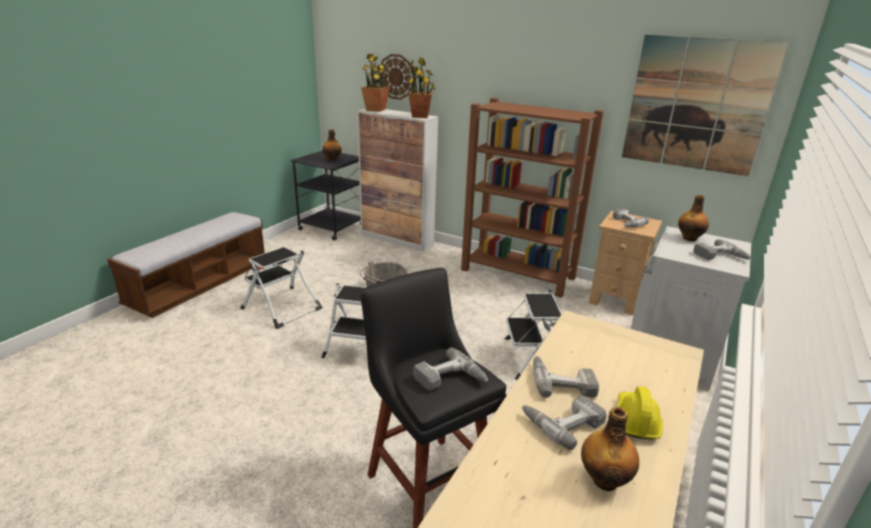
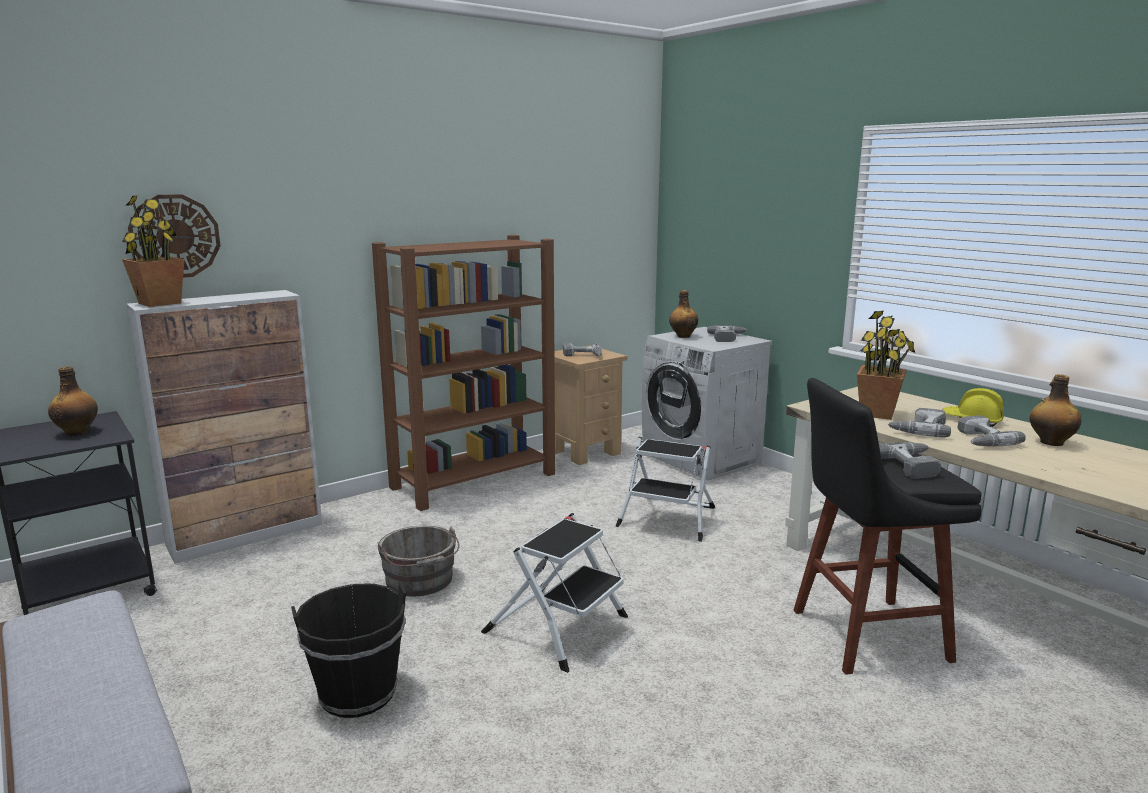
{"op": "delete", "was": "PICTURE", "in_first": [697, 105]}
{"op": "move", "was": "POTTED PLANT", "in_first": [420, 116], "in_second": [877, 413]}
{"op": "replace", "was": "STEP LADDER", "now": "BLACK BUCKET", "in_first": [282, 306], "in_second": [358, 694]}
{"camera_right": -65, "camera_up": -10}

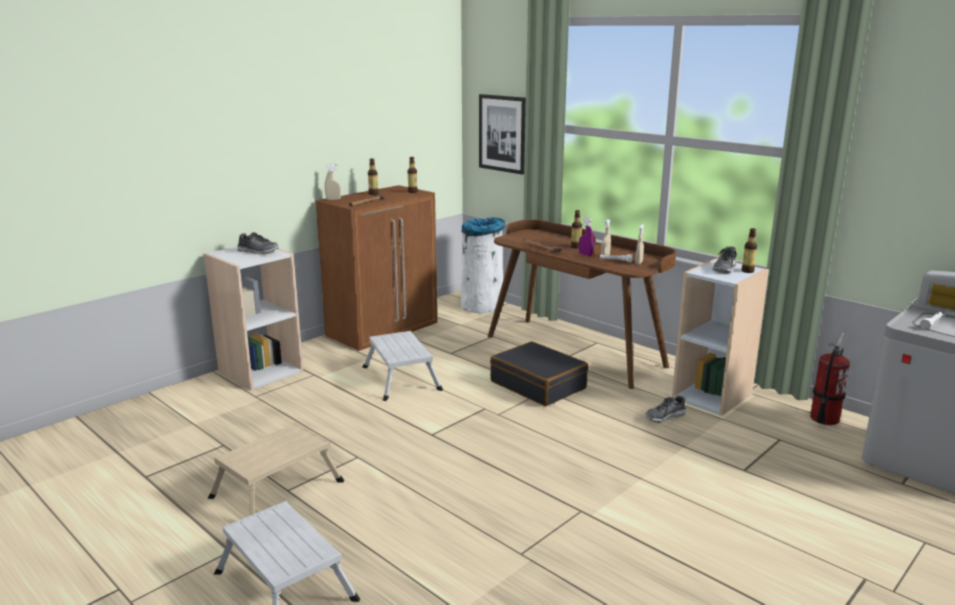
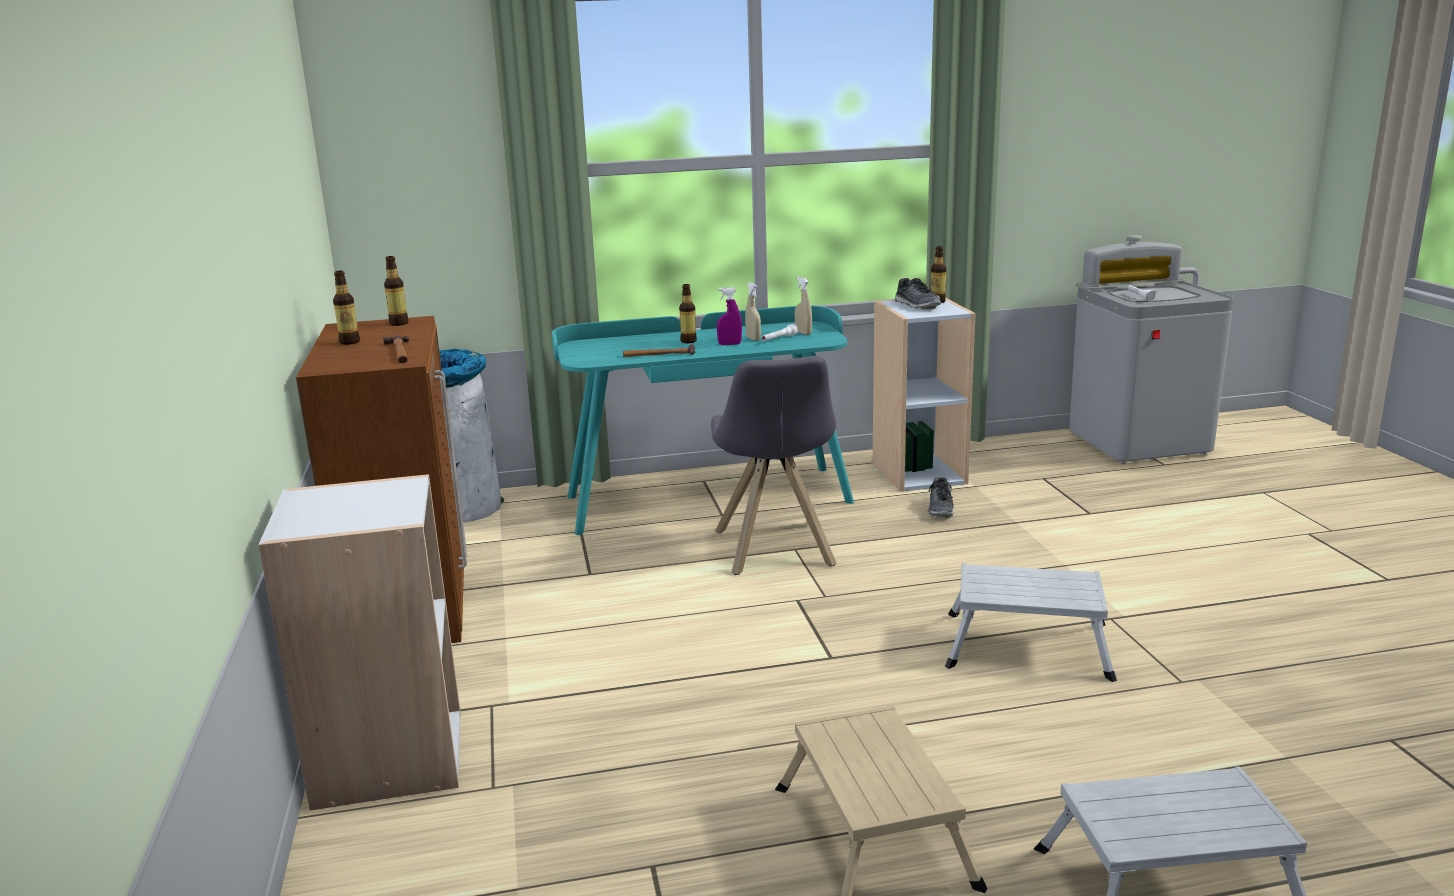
{"op": "delete", "was": "SHOE", "in_first": [258, 252]}
{"op": "delete", "was": "BEIGE SPRAY BOTTLE", "in_first": [333, 199]}
{"op": "delete", "was": "PICTURE", "in_first": [503, 133]}
{"op": "delete", "was": "FIRE EXTINGUISHER", "in_first": [824, 418]}
{"op": "move", "was": "WHITE STEP LADDER", "in_first": [401, 378], "in_second": [1028, 645]}
{"op": "replace", "was": "BLACK SUITCASE", "now": "GREY CHAIR", "in_first": [538, 385], "in_second": [775, 548]}
{"op": "recolor", "was": "BROWN DESK", "now": "TURQUOISE DESK", "in_first": [575, 350], "in_second": [707, 498]}
{"camera_right": -55, "camera_up": 0}

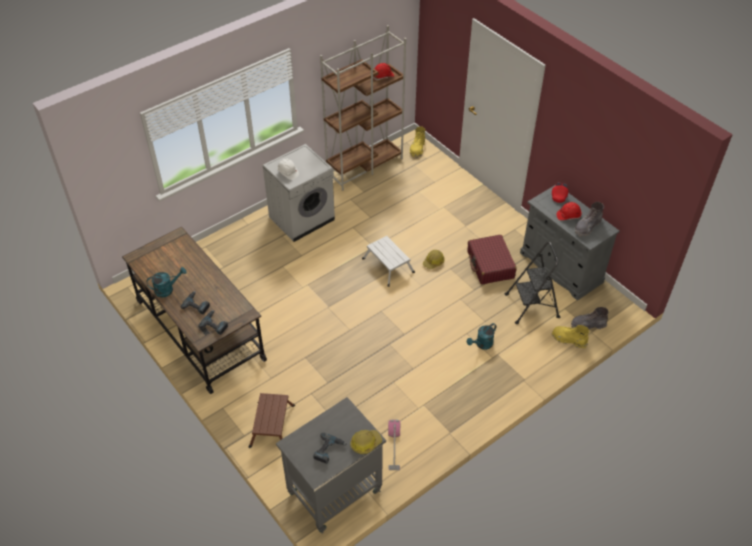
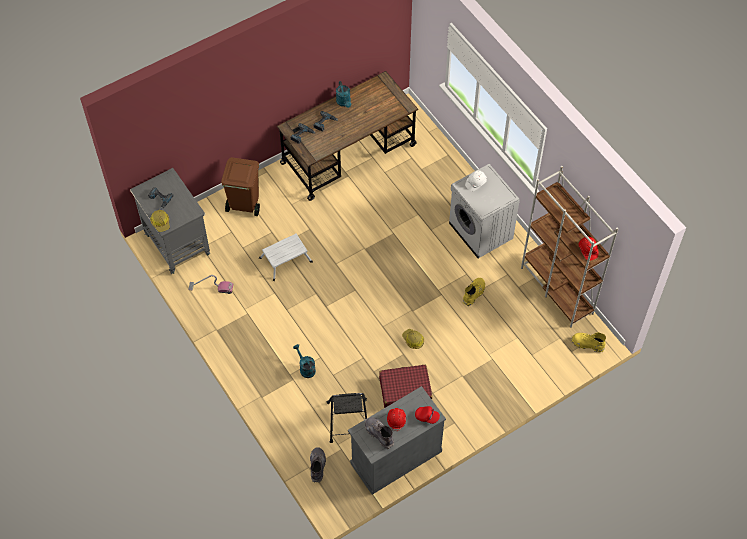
{"op": "move", "was": "WHITE STEP LADDER", "in_first": [388, 265], "in_second": [285, 260]}
{"op": "move", "was": "YELLOW BOOT", "in_first": [569, 339], "in_second": [474, 293]}
{"op": "replace", "was": "BROWN STEP LADDER", "now": "BROWN TRASH CAN", "in_first": [272, 426], "in_second": [244, 204]}
{"camera_right": 95, "camera_up": 10}

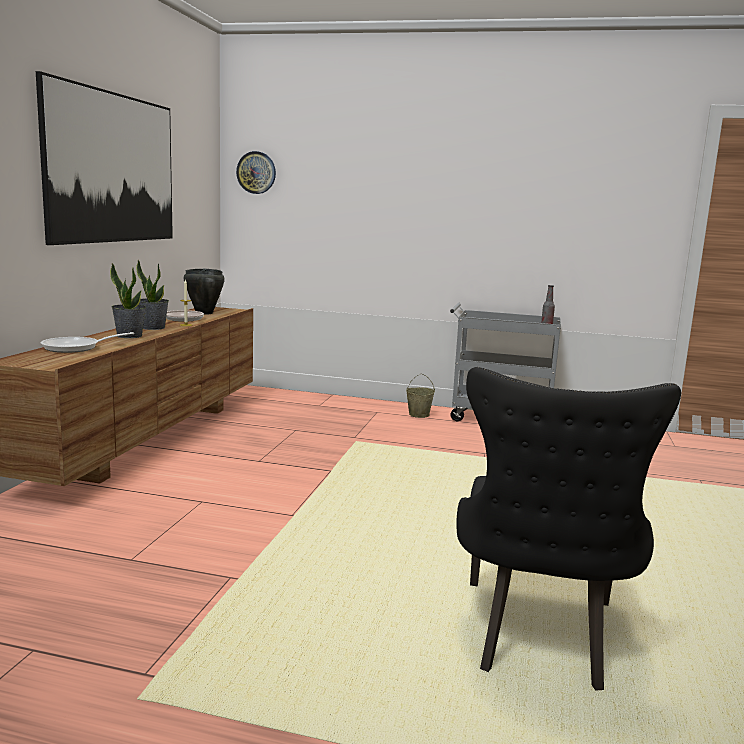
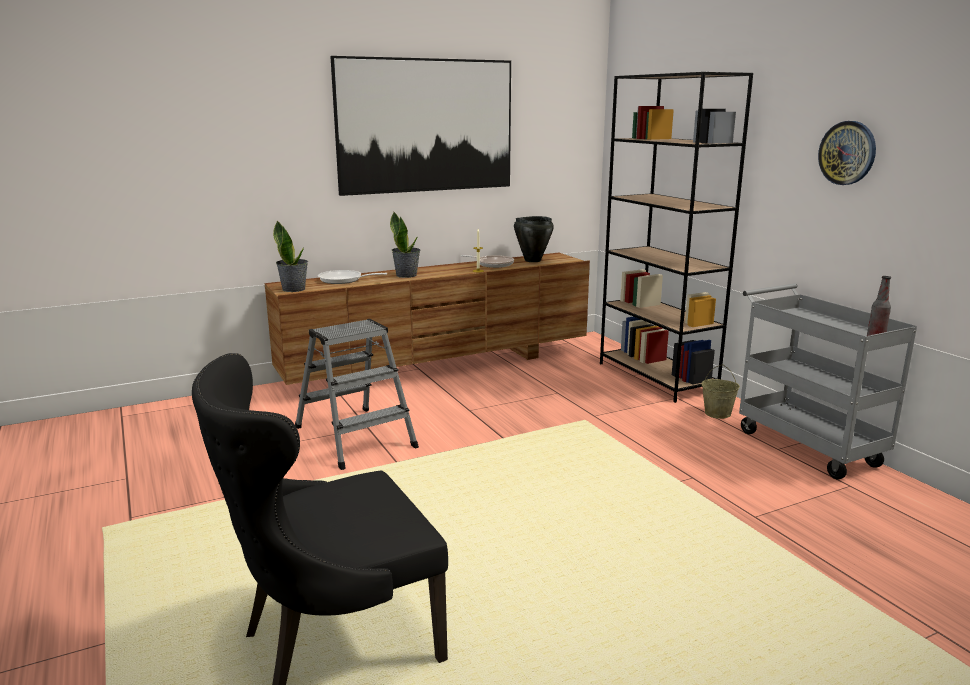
{"op": "insert", "now": "GREY STEP LADDER", "in_second": [354, 436]}
{"op": "insert", "now": "BEIGE BOOKCASE", "in_second": [657, 377]}
{"op": "move", "was": "POTTED PLANT", "in_first": [153, 327], "in_second": [294, 289]}
{"op": "move", "was": "WALL CLOCK", "in_first": [256, 172], "in_second": [847, 153]}
{"camera_right": 50, "camera_up": 5}

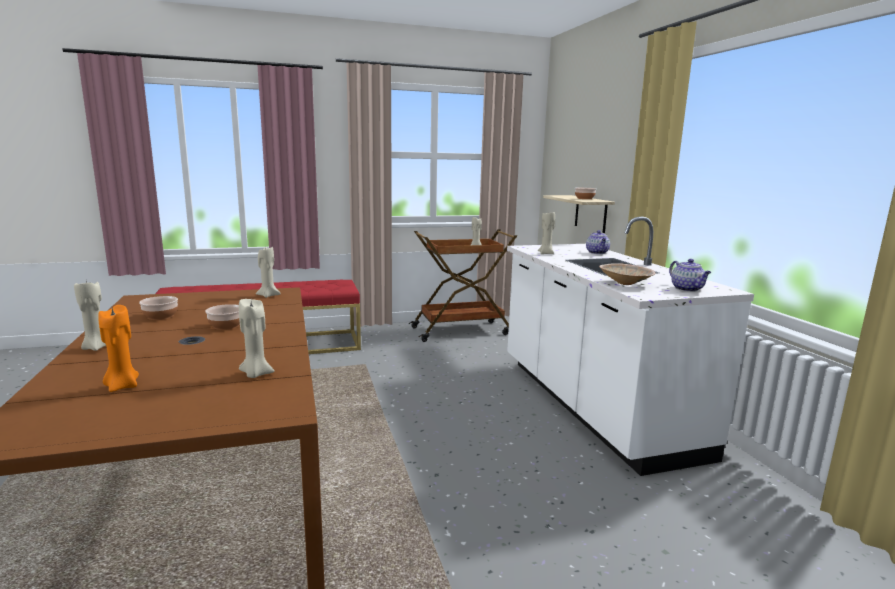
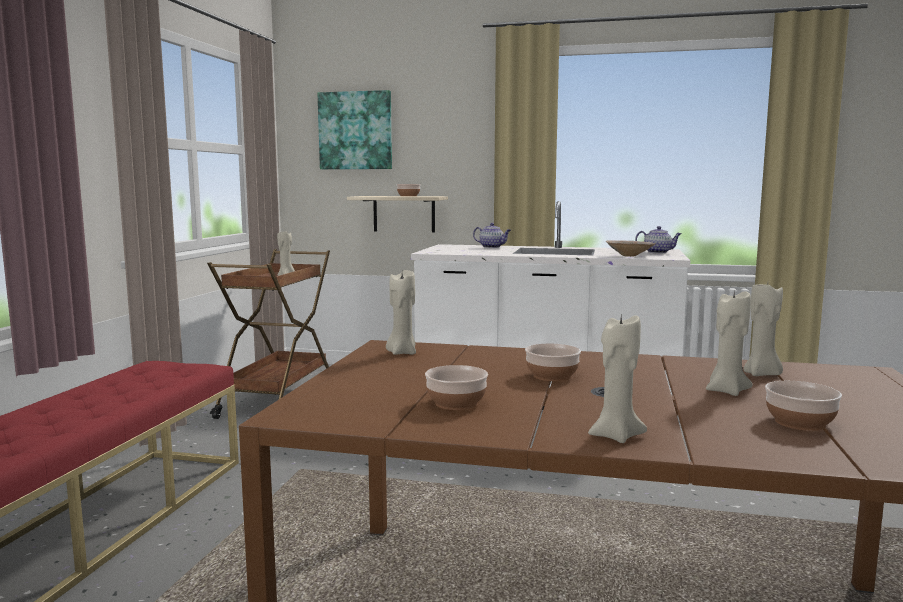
{"op": "insert", "now": "PICTURE", "in_second": [355, 131]}
{"op": "move", "was": "BEIGE CANDLE", "in_first": [546, 253], "in_second": [726, 391]}
{"op": "replace", "was": "ORANGE CANDLE", "now": "BOWL", "in_first": [122, 386], "in_second": [799, 422]}
{"camera_right": -60, "camera_up": -5}

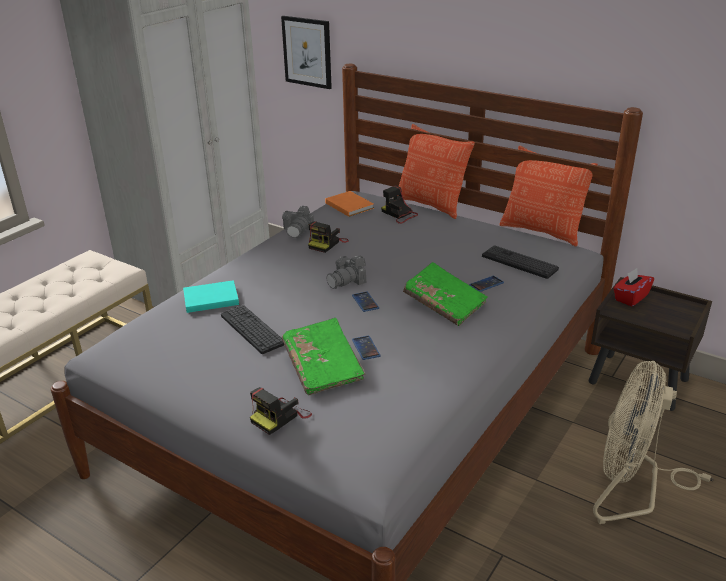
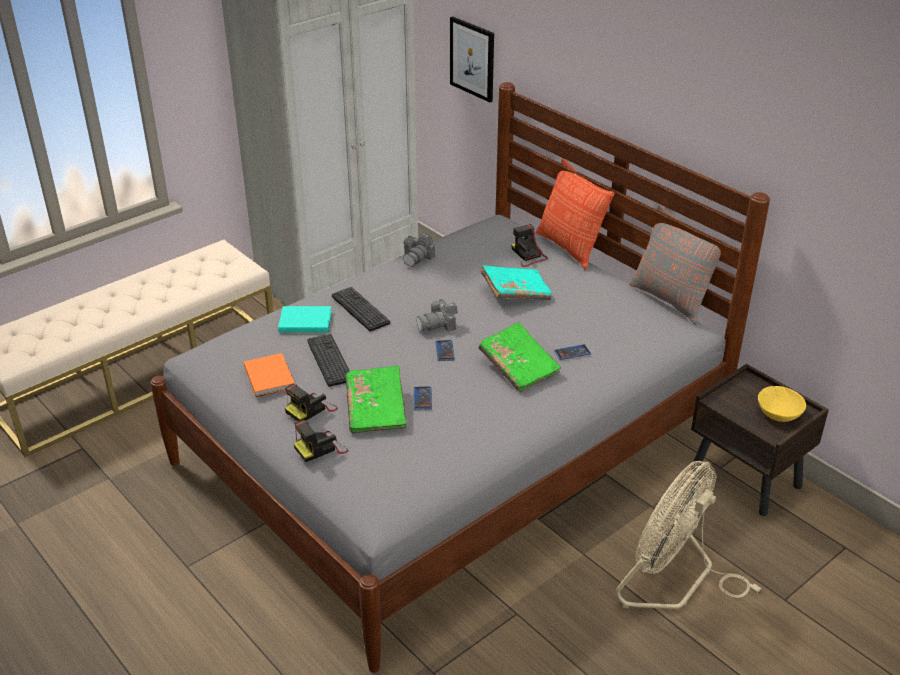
{"op": "delete", "was": "RED TISSUE BOX", "in_first": [630, 298]}
{"op": "insert", "now": "TURQUOISE BOOK", "in_second": [515, 293]}
{"op": "insert", "now": "YELLOW BOWL", "in_second": [779, 414]}
{"op": "move", "was": "PHOTO CAMERA", "in_first": [327, 244], "in_second": [311, 409]}
{"op": "move", "was": "ORANGE BOOK", "in_first": [349, 205], "in_second": [270, 376]}
{"op": "move", "was": "KEYBOARD", "in_first": [519, 263], "in_second": [360, 309]}
{"op": "recolor", "was": "ORANGE PILLOW", "now": "GREY PILLOW", "in_first": [542, 232], "in_second": [671, 300]}
{"camera_right": 15, "camera_up": 5}

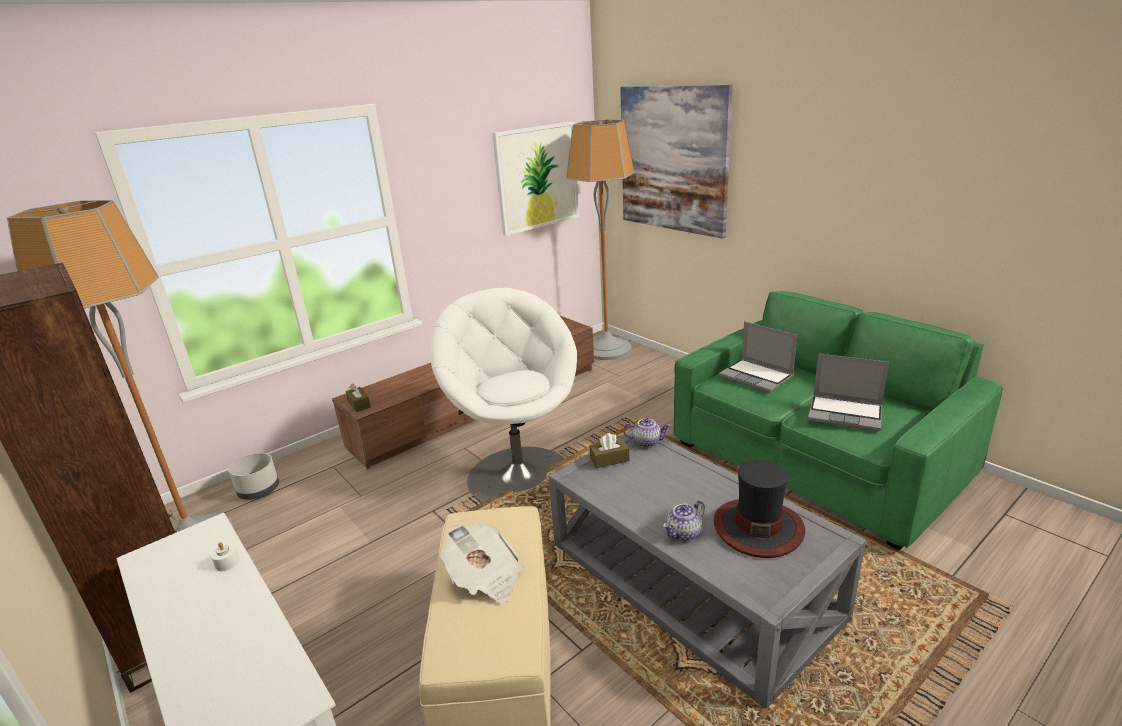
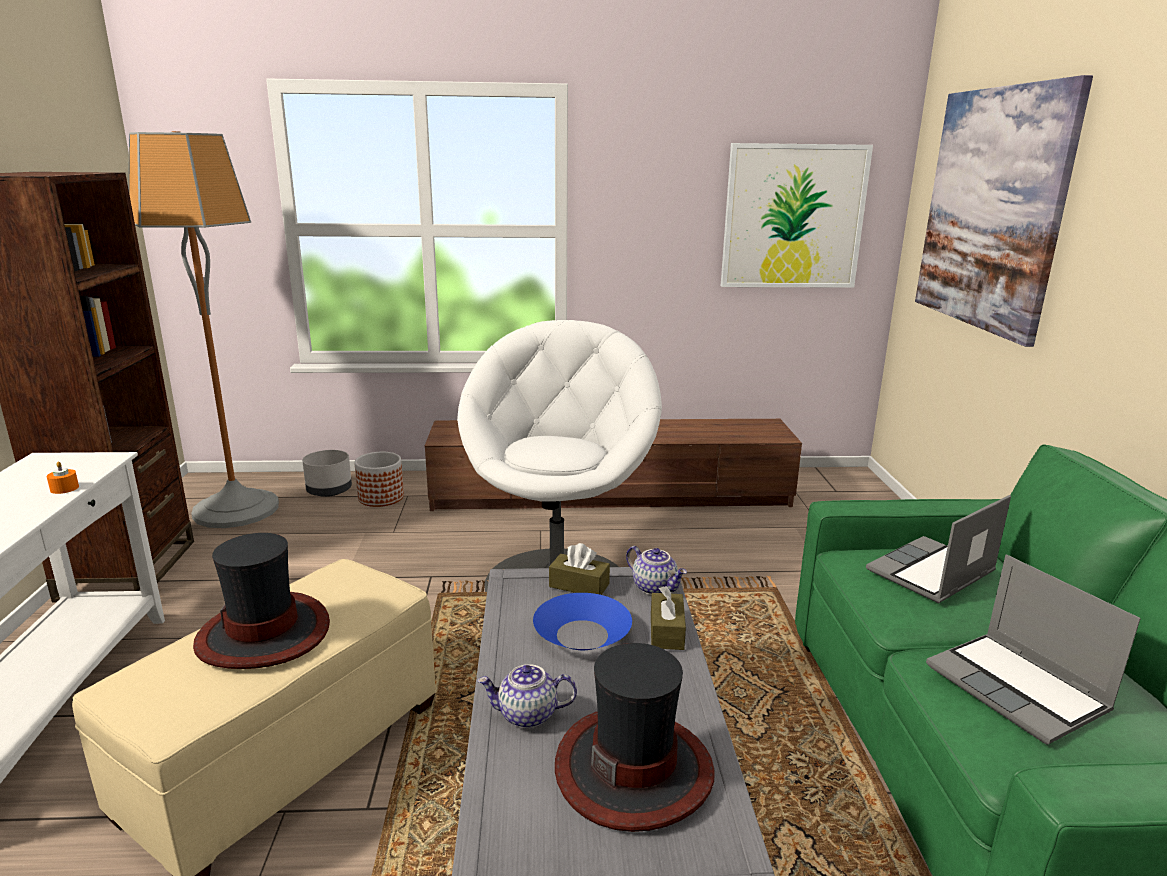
{"op": "delete", "was": "FLOOR LAMP", "in_first": [607, 349]}
{"op": "insert", "now": "PLANTER", "in_second": [381, 497]}
{"op": "insert", "now": "BLUE BOWL", "in_second": [582, 635]}
{"op": "move", "was": "BROWN TISSUE BOX", "in_first": [359, 404], "in_second": [666, 631]}
{"op": "replace", "was": "NEWSPAPER", "now": "HAT", "in_first": [485, 578], "in_second": [264, 633]}
{"op": "recolor", "was": "WHITE CANDLE", "now": "ORANGE CANDLE", "in_first": [227, 563], "in_second": [64, 488]}
{"op": "rotate", "was": "LAPTOP", "in_first": [757, 377], "in_second": [931, 573], "clockwise": 60}
{"camera_right": 35, "camera_up": -5}

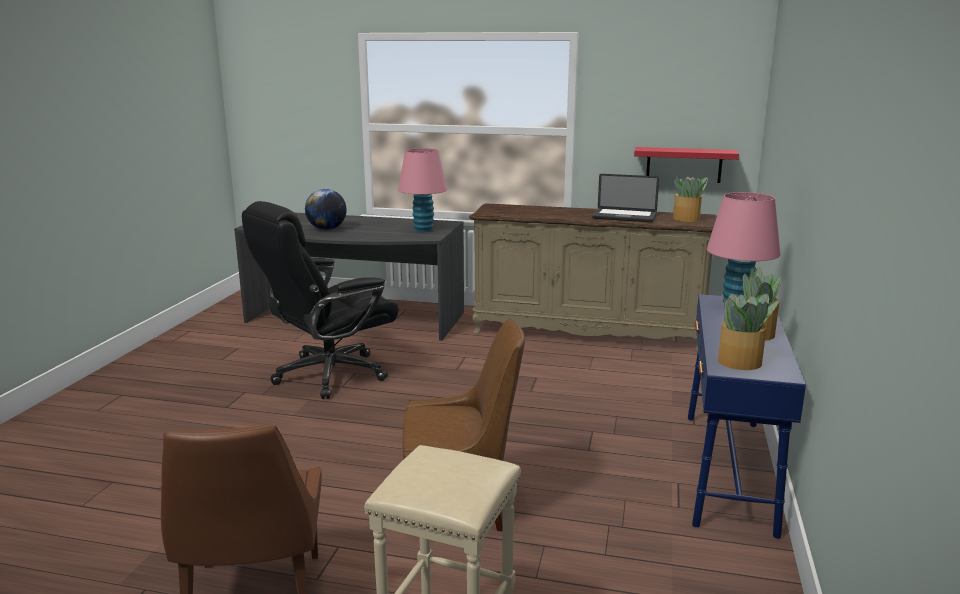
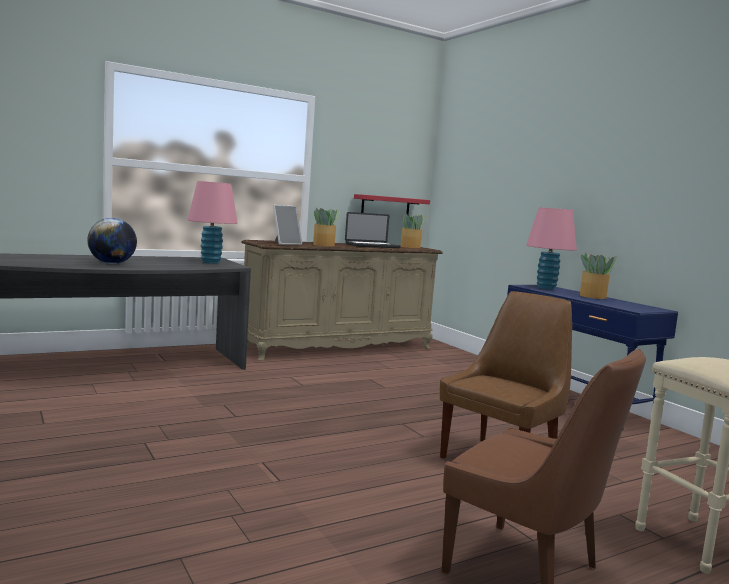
{"op": "delete", "was": "BLACK OFFICE CHAIR", "in_first": [330, 374]}
{"op": "insert", "now": "PICTURE FRAME", "in_second": [285, 243]}
{"op": "move", "was": "POTTED PLANT", "in_first": [740, 362], "in_second": [324, 245]}
{"camera_right": -45, "camera_up": -10}

